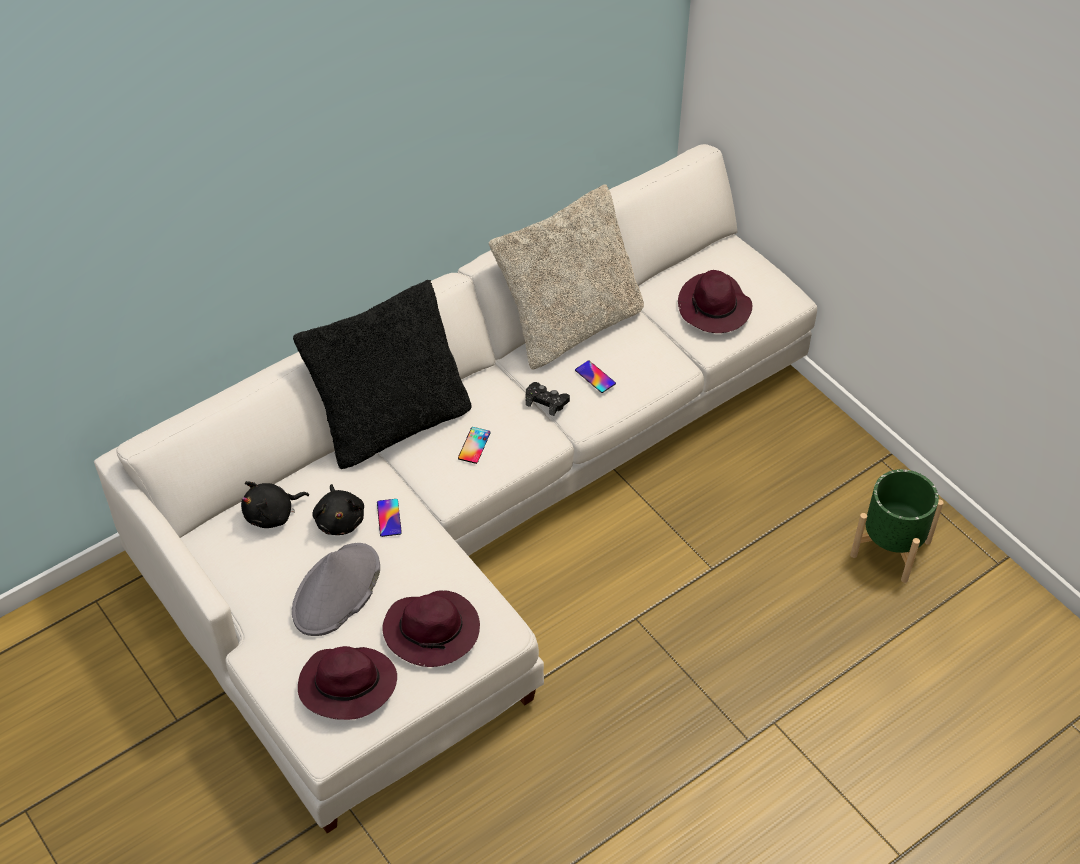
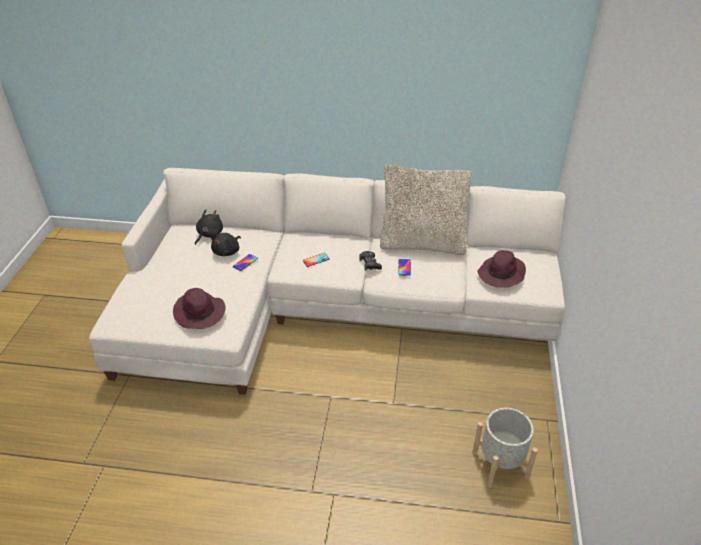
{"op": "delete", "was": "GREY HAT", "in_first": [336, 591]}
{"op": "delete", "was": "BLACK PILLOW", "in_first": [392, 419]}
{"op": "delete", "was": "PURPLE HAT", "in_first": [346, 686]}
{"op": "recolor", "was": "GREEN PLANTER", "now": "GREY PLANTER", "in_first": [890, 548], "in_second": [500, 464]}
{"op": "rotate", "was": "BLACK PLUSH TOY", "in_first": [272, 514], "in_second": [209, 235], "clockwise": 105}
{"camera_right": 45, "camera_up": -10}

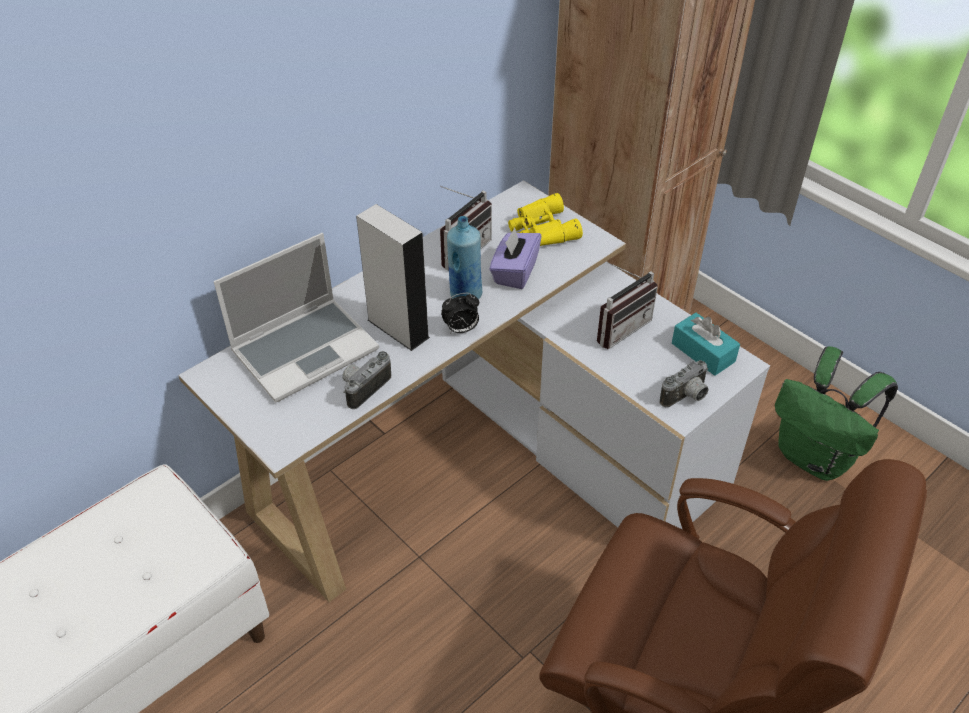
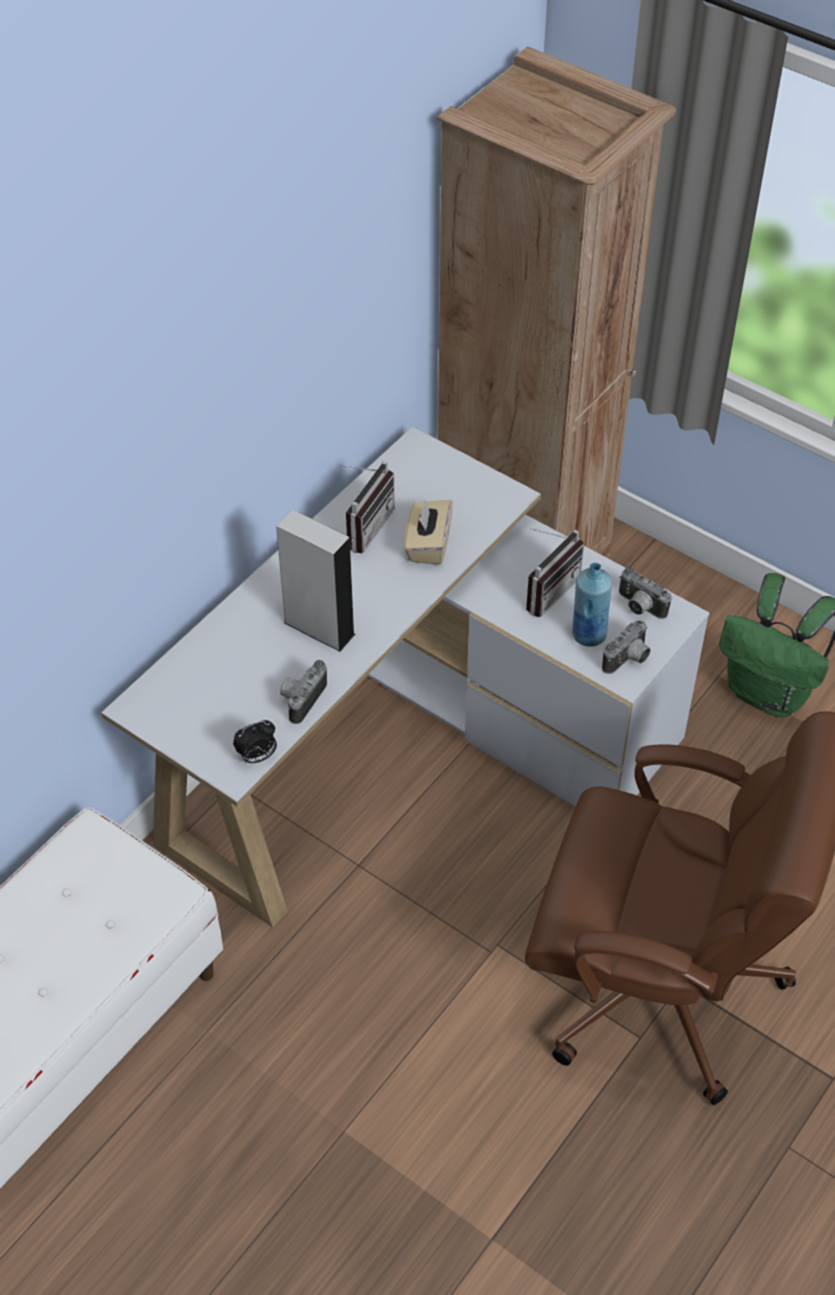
{"op": "delete", "was": "LAPTOP", "in_first": [306, 349]}
{"op": "delete", "was": "YELLOW BINOCULARS", "in_first": [541, 230]}
{"op": "move", "was": "ALARM CLOCK", "in_first": [461, 330], "in_second": [257, 757]}
{"op": "move", "was": "BLUE BOTTLE", "in_first": [465, 294], "in_second": [588, 635]}
{"op": "replace", "was": "TURQUOISE TISSUE BOX", "now": "PHOTO CAMERA", "in_first": [703, 352], "in_second": [639, 607]}
{"op": "recolor", "was": "PURPLE TISSUE BOX", "now": "BEIGE TISSUE BOX", "in_first": [514, 272], "in_second": [428, 545]}
{"camera_right": -10, "camera_up": 5}

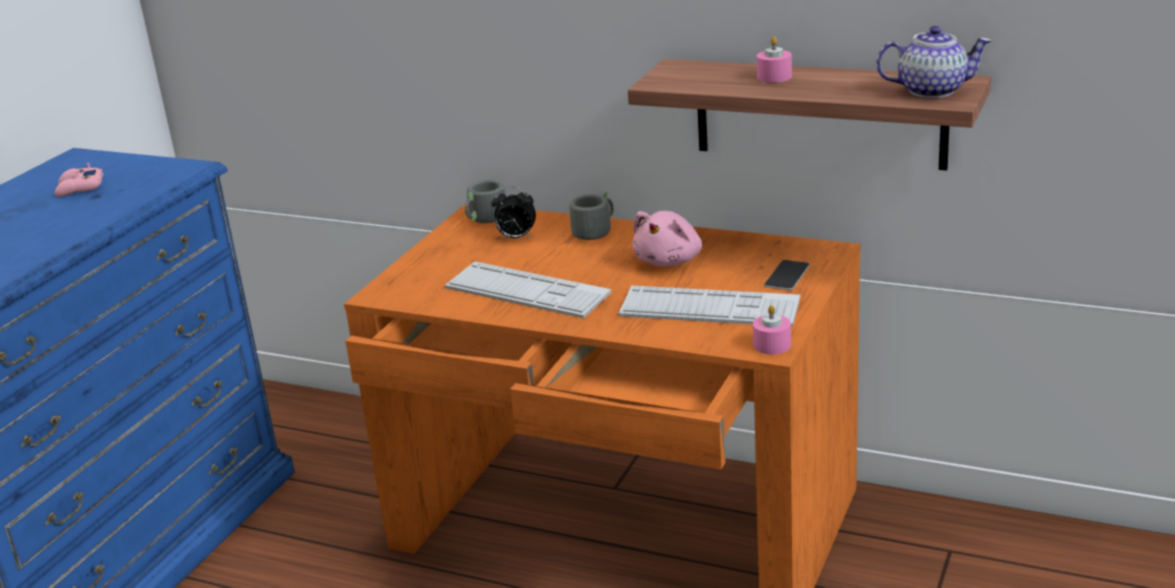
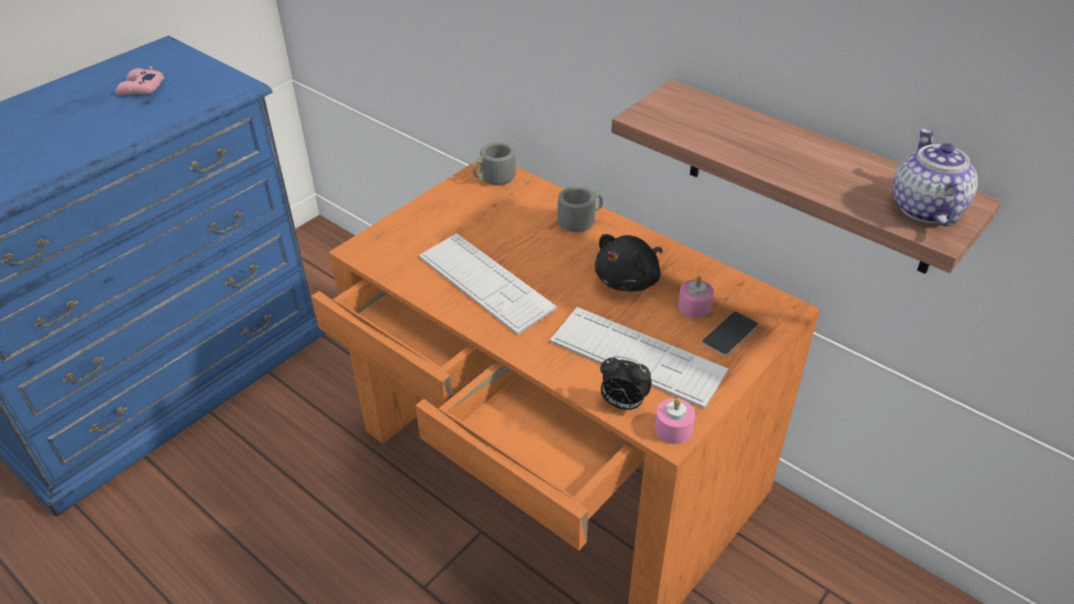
{"op": "move", "was": "ALARM CLOCK", "in_first": [516, 238], "in_second": [622, 404]}
{"op": "move", "was": "PINK CANDLE", "in_first": [774, 77], "in_second": [694, 306]}
{"op": "recolor", "was": "PINK PLUSH TOY", "now": "BLACK PLUSH TOY", "in_first": [670, 261], "in_second": [629, 280]}
{"op": "rotate", "was": "TEAPOT", "in_first": [932, 90], "in_second": [924, 208], "clockwise": -105}
{"camera_right": 15, "camera_up": 15}

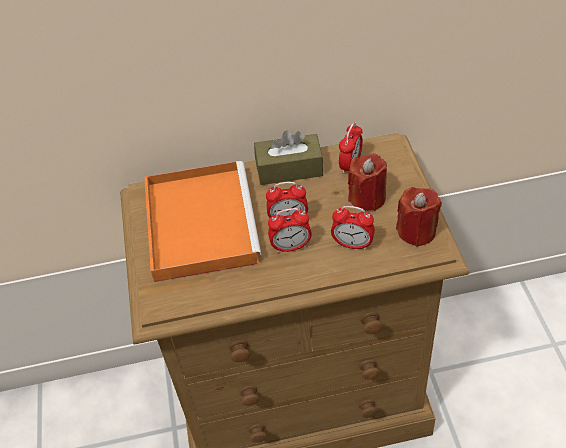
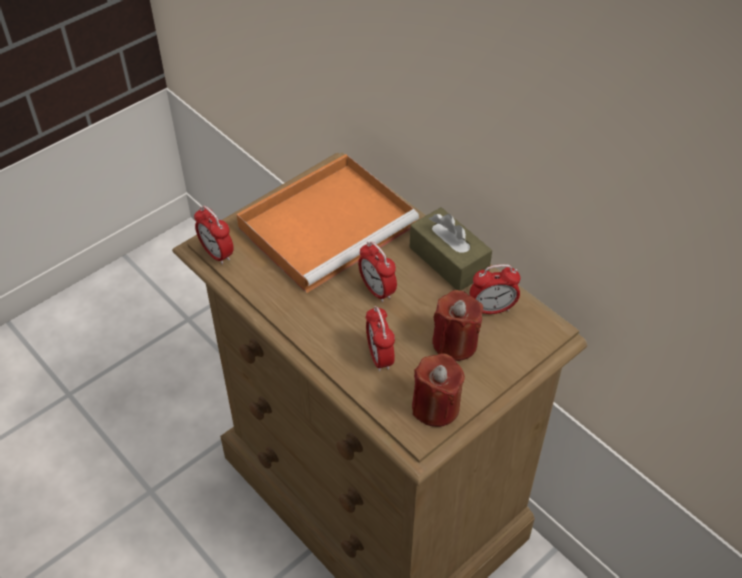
{"op": "move", "was": "ALARM CLOCK", "in_first": [291, 247], "in_second": [217, 254]}
{"camera_right": 55, "camera_up": 0}

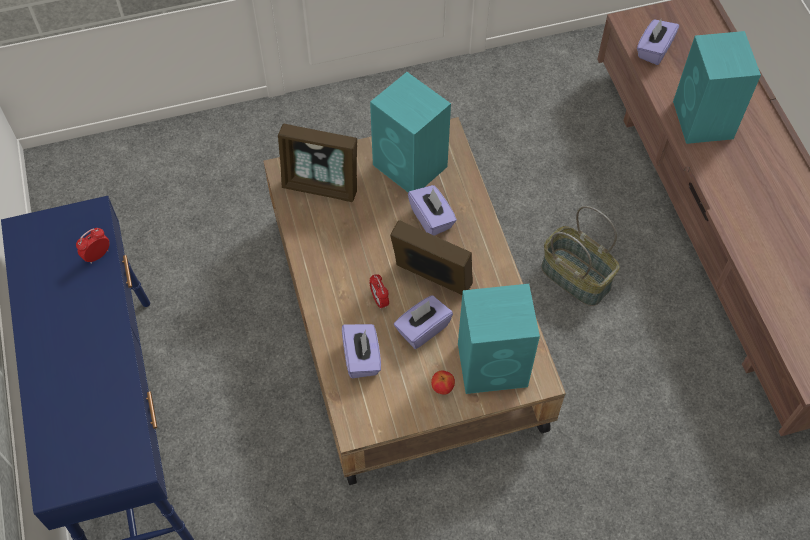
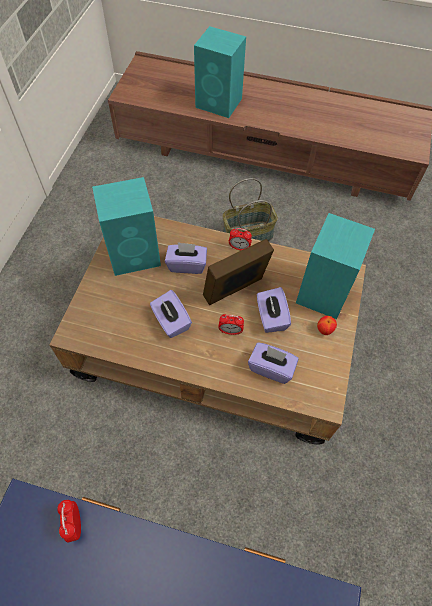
{"op": "delete", "was": "PICTURE FRAME", "in_first": [321, 185]}
{"op": "insert", "now": "ALARM CLOCK", "in_second": [239, 247]}
{"op": "move", "was": "PURPLE TISSUE BOX", "in_first": [654, 50], "in_second": [171, 321]}
{"camera_right": -60, "camera_up": 0}

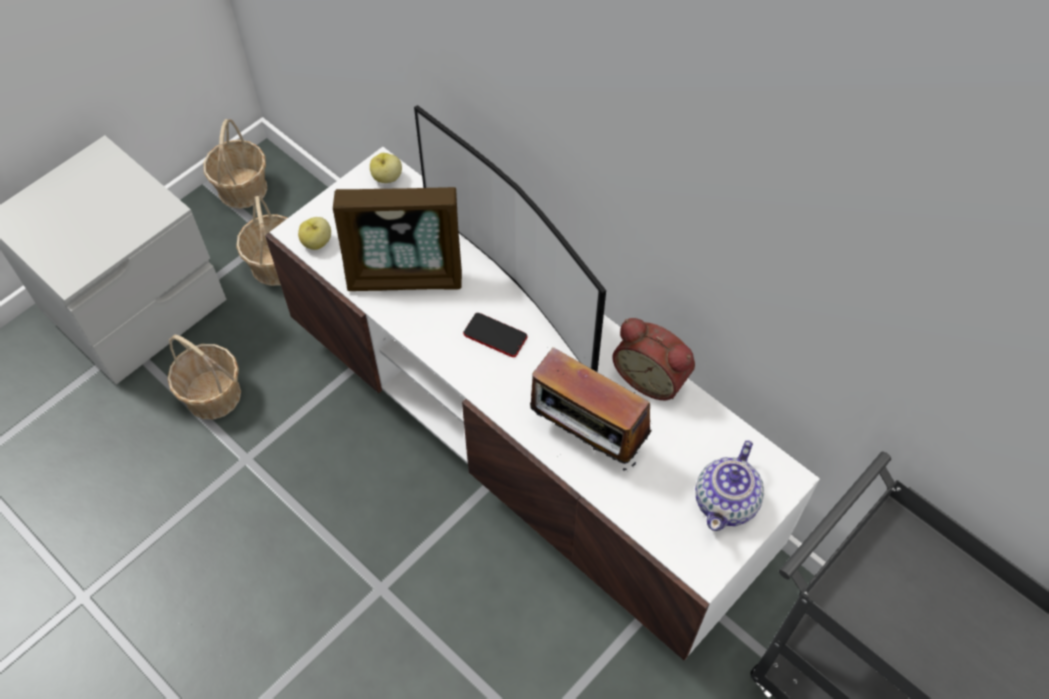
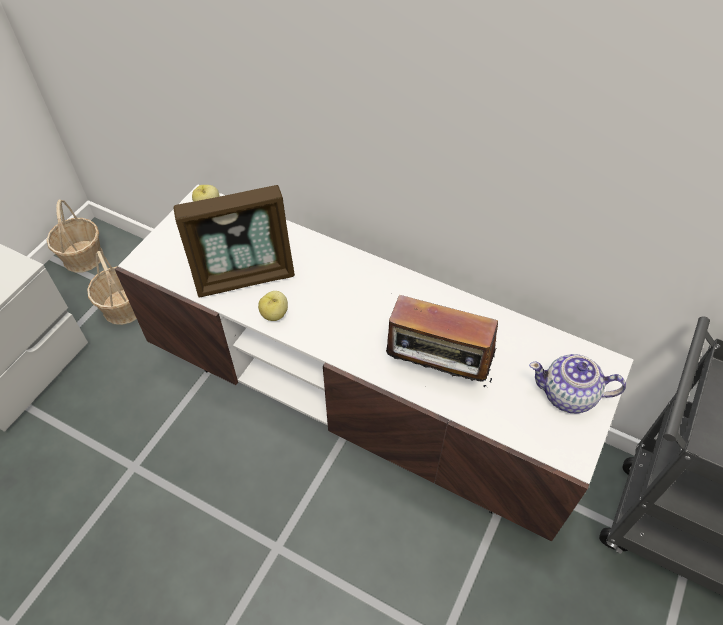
{"op": "delete", "was": "BASKET", "in_first": [213, 395]}
{"op": "delete", "was": "TELEVISION", "in_first": [515, 282]}
{"op": "delete", "was": "PHONE", "in_first": [495, 336]}
{"op": "delete", "was": "ALARM CLOCK", "in_first": [652, 377]}
{"op": "move", "was": "APPLE", "in_first": [317, 243], "in_second": [275, 314]}
{"op": "rotate", "was": "TEAPOT", "in_first": [726, 501], "in_second": [569, 395], "clockwise": 90}
{"camera_right": -15, "camera_up": -5}

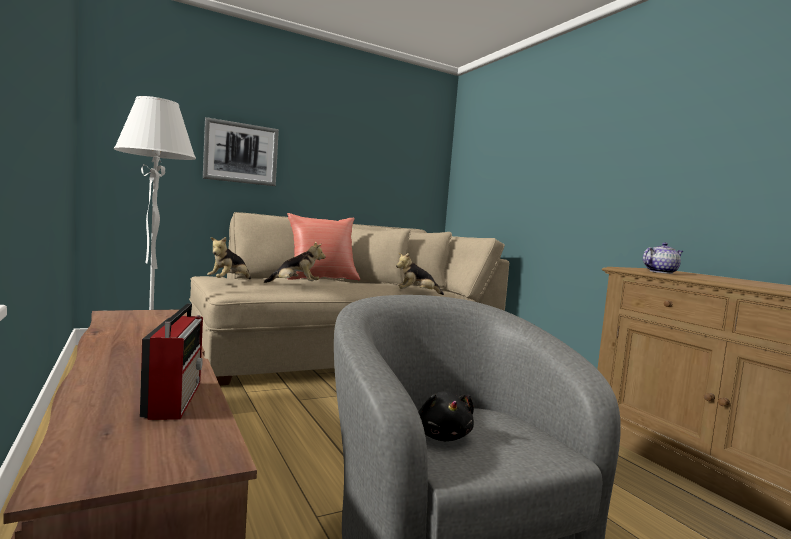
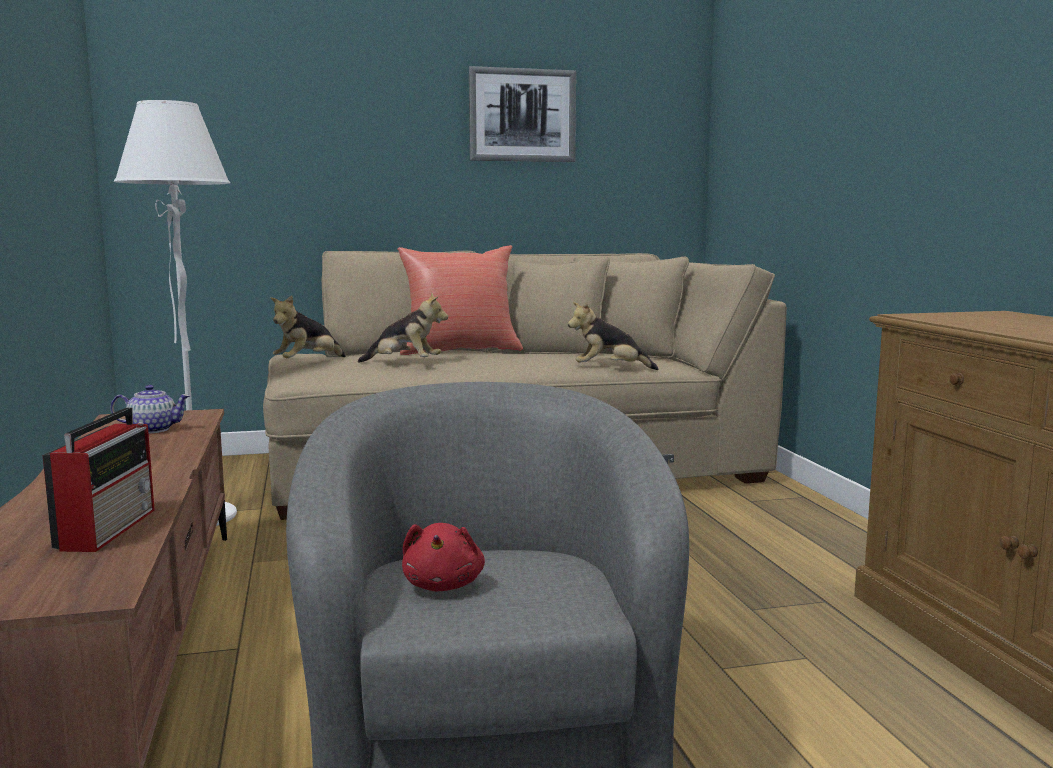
{"op": "move", "was": "PICTURE", "in_first": [241, 153], "in_second": [522, 115]}
{"op": "move", "was": "TEAPOT", "in_first": [660, 272], "in_second": [152, 429]}
{"op": "recolor", "was": "BLACK PLUSH TOY", "now": "RED PLUSH TOY", "in_first": [442, 436], "in_second": [444, 585]}
{"camera_right": 15, "camera_up": 5}

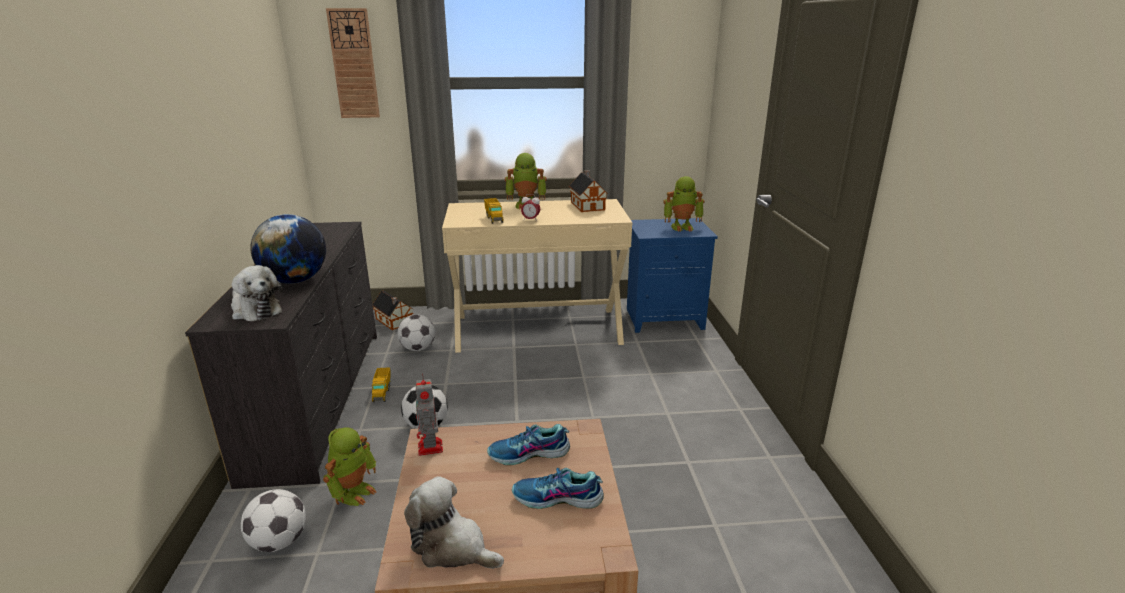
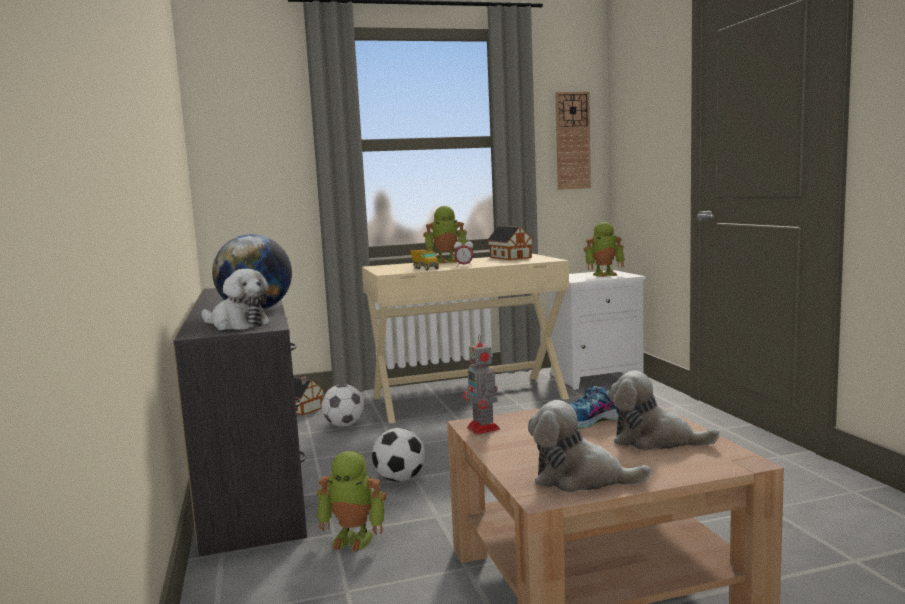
{"op": "delete", "was": "FOOTBALL", "in_first": [279, 542]}
{"op": "delete", "was": "TOY TRUCK", "in_first": [382, 392]}
{"op": "move", "was": "WALL CLOCK", "in_first": [354, 64], "in_second": [572, 141]}
{"op": "replace", "was": "SHOE", "now": "PLUSH TOY", "in_first": [557, 499], "in_second": [654, 440]}
{"op": "recolor", "was": "BLUE NIGHTSTAND", "now": "WHITE NIGHTSTAND", "in_first": [664, 318], "in_second": [596, 377]}
{"op": "rotate", "was": "TOY ROBOT", "in_first": [354, 492], "in_second": [354, 538], "clockwise": 90}
{"camera_right": -10, "camera_up": -15}

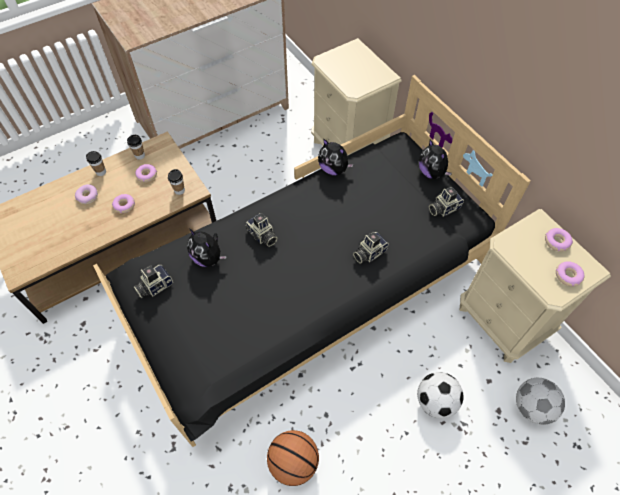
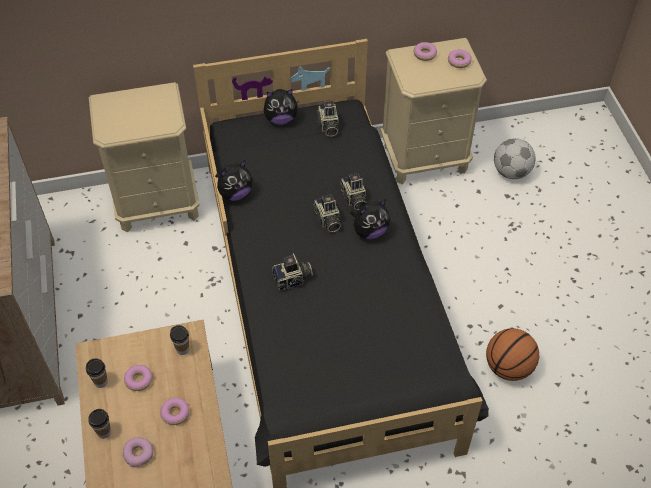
{"op": "delete", "was": "FOOTBALL", "in_first": [435, 401]}
{"op": "move", "was": "PHOTO CAMERA", "in_first": [154, 286], "in_second": [327, 220]}
{"op": "move", "was": "PLUSH TOY", "in_first": [208, 258], "in_second": [369, 231]}
{"camera_right": -70, "camera_up": -5}

